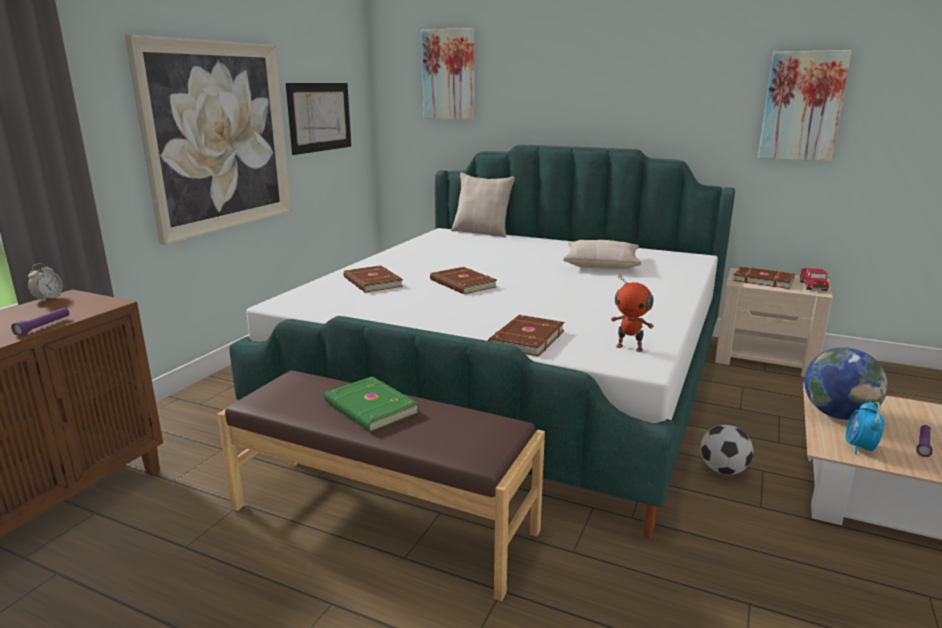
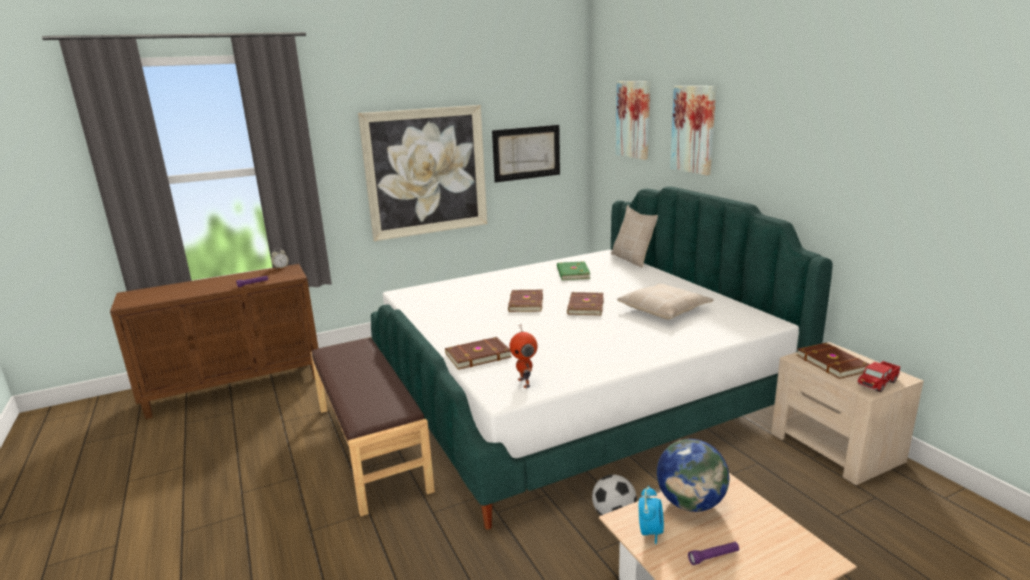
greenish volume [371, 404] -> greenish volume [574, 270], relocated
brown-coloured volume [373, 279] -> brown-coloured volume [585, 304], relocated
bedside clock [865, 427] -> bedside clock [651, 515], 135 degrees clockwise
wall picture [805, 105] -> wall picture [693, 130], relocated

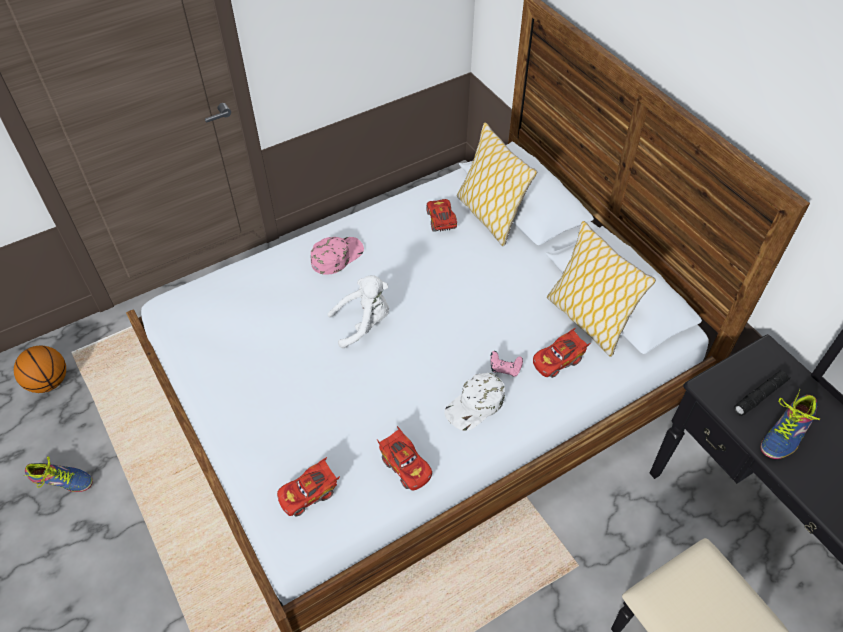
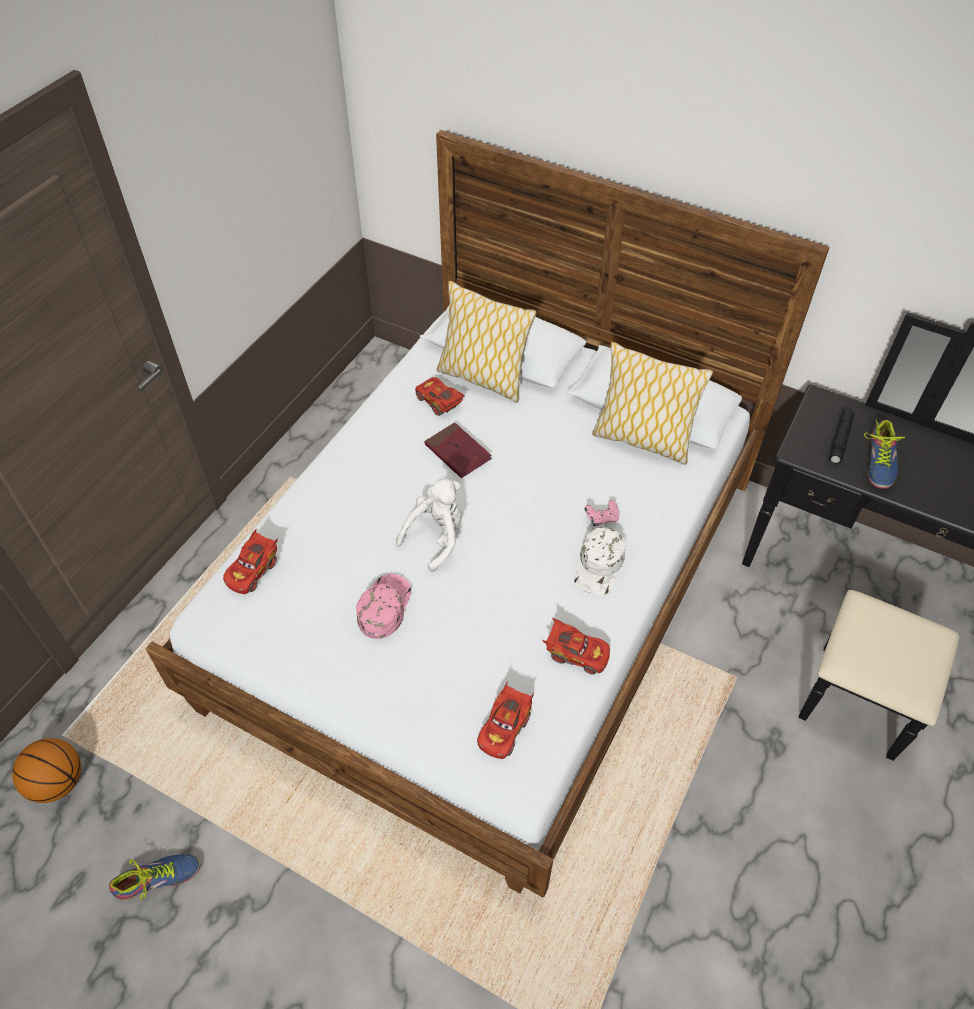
red-coloured toy car [561, 352] -> red-coloured toy car [250, 561], relocated
pink baseball cap [337, 256] -> pink baseball cap [383, 606], relocated
none -> red-coloured volume [458, 450]

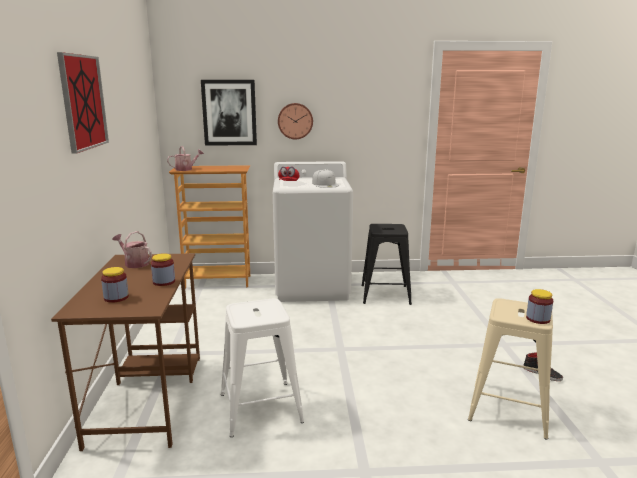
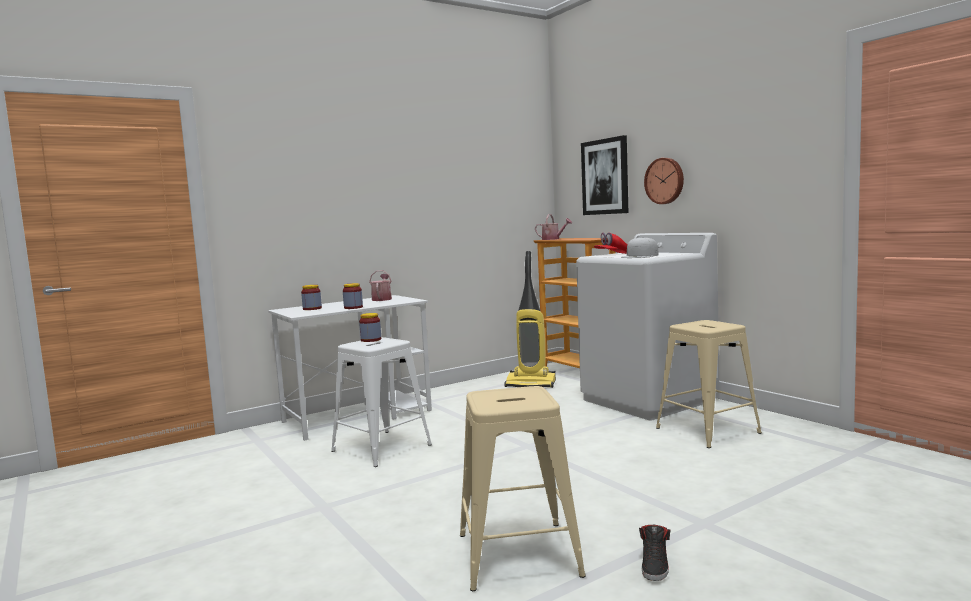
brown-coloured desk [125, 352] -> white desk [350, 368]
preserve jar [539, 306] -> preserve jar [370, 327], relocated
none -> vacuum [530, 319]
black stool seat [386, 264] -> beige-coloured stool seat [709, 384]
wall picture [83, 103] -> none

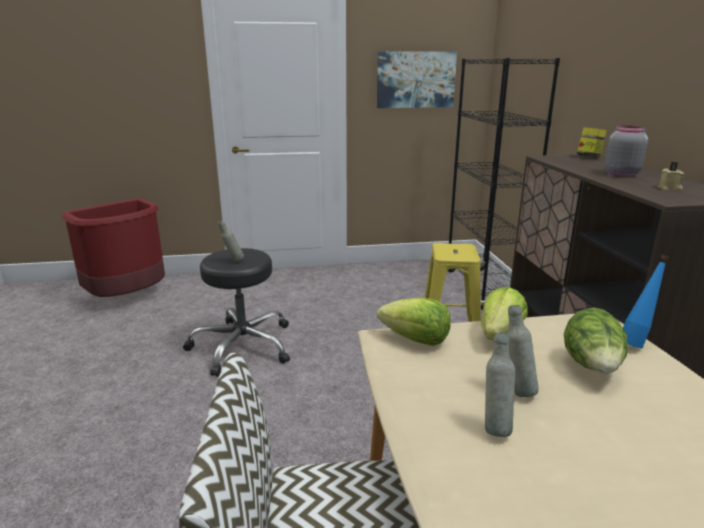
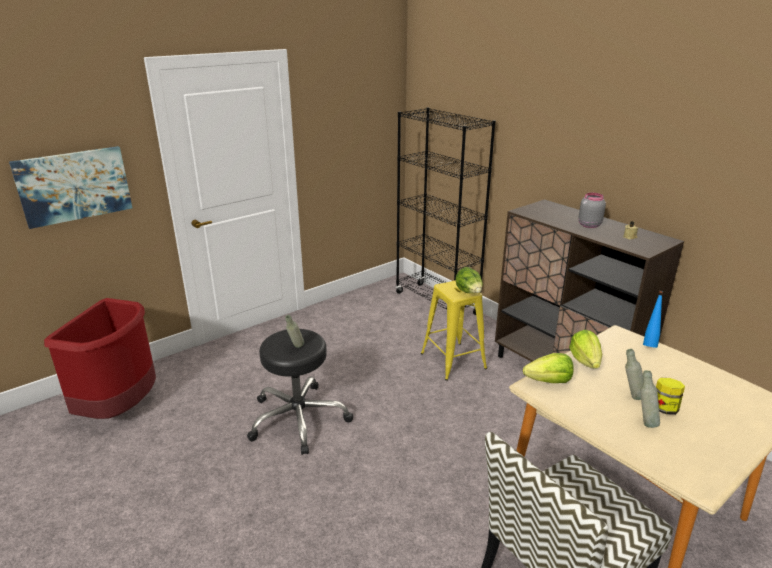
wall picture [417, 79] -> wall picture [70, 187], relocated
lettuce head [595, 340] -> lettuce head [469, 280], relocated
preserve jar [592, 142] -> preserve jar [670, 396], relocated

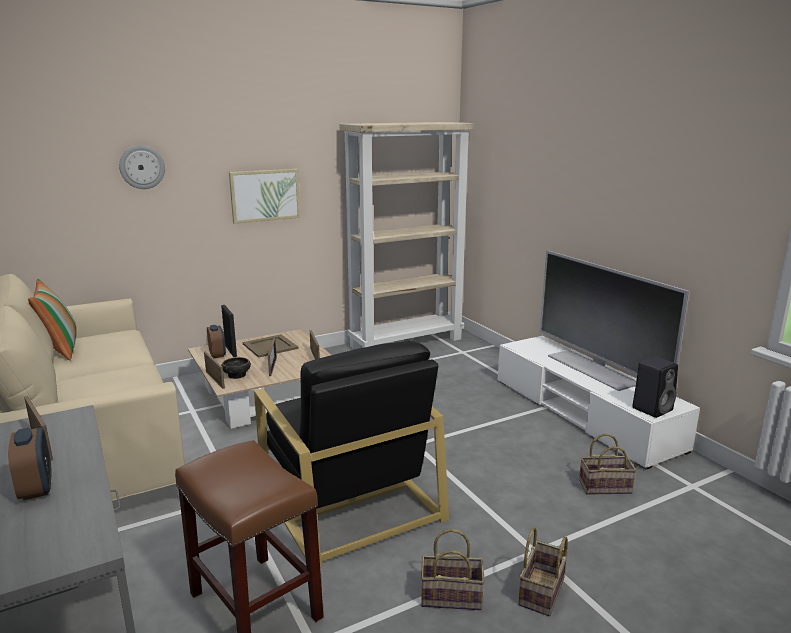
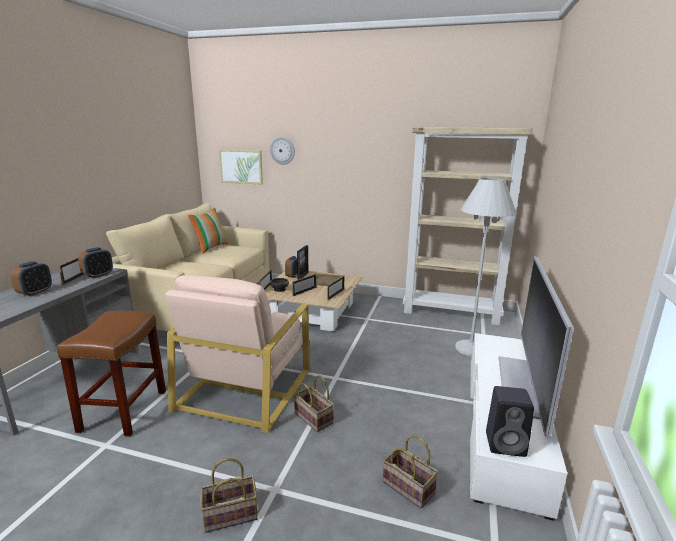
none -> bedside clock [95, 263]
black easy chair [351, 454] -> beige-coloured easy chair [237, 354]
wall picture [264, 196] -> wall picture [241, 167], relocated
basket [453, 569] -> basket [314, 403], relocated
none -> white standard lamp [486, 267]

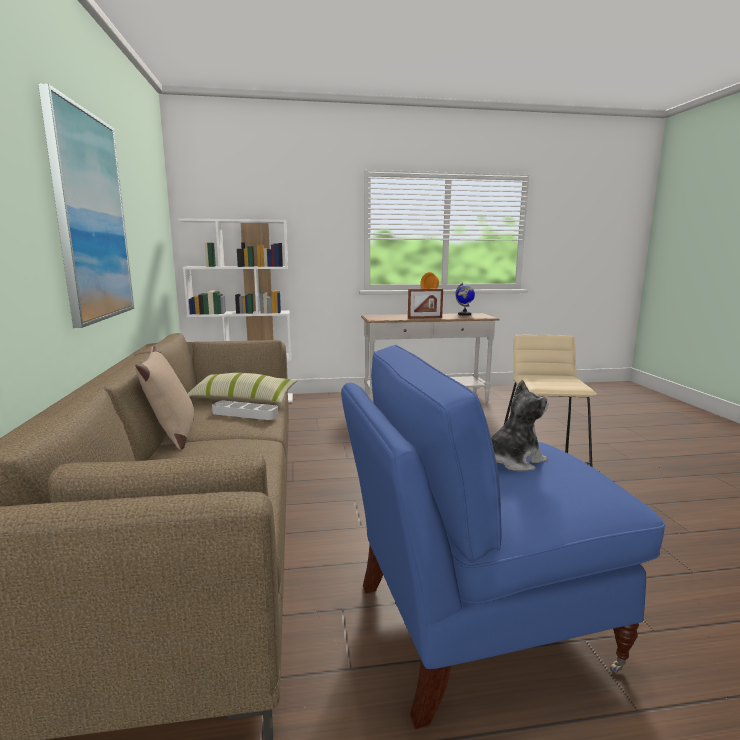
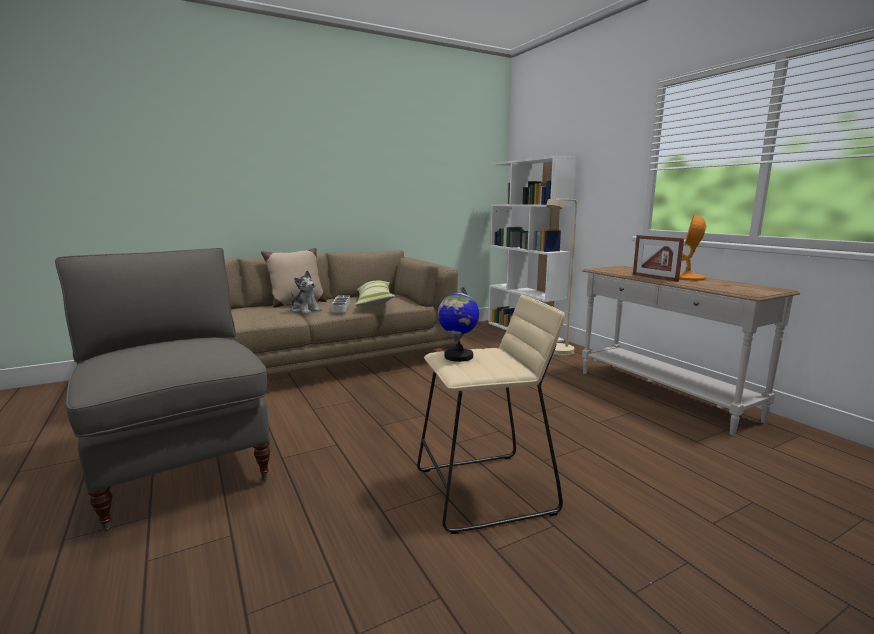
blue-coloured easy chair [503, 537] -> greyish easy chair [163, 389]
cuddly toy [520, 426] -> cuddly toy [306, 292], relocated
world globe [465, 299] -> world globe [458, 324], relocated
none -> beige-coloured standard lamp [561, 277]
wall picture [86, 205] -> none

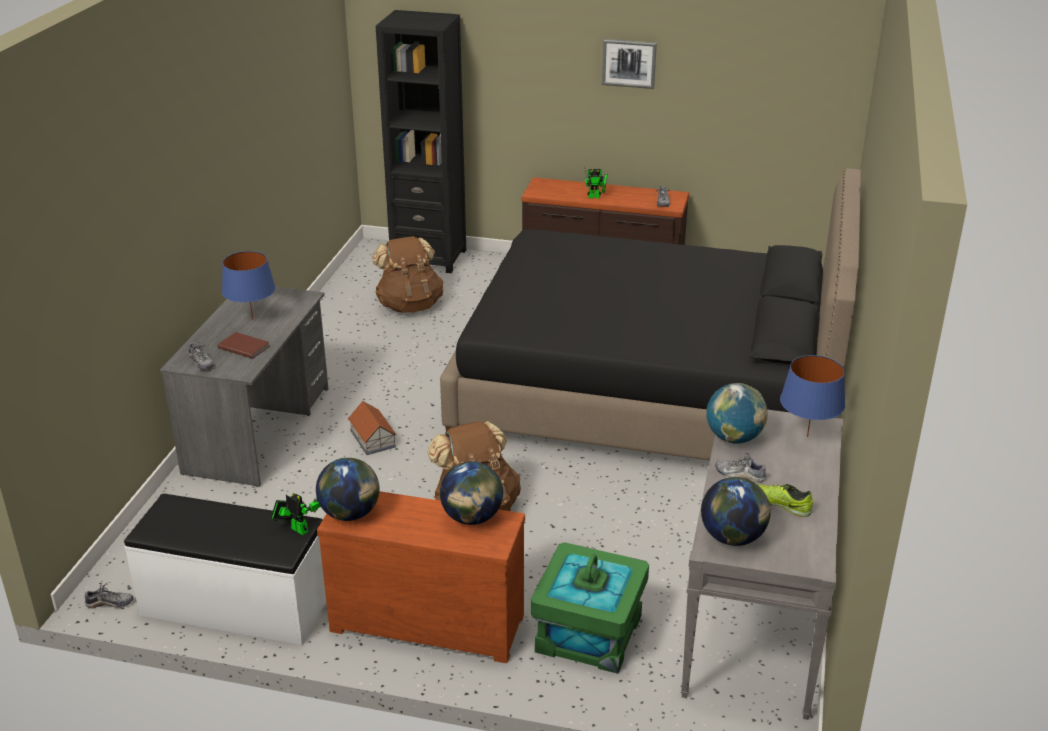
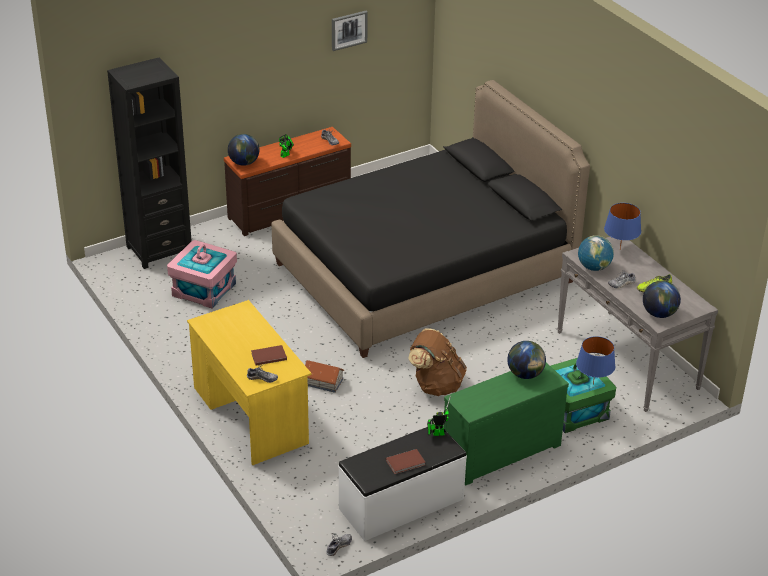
brown-coloured knapsack [408, 274] -> pink storage container [202, 274]
greyish desk [243, 387] -> yellowish desk [249, 382]
world globe [348, 489] -> world globe [243, 150], relocated
wall picture [629, 64] -> wall picture [350, 31], relocated
none -> brown-coloured volume [405, 461]
brown-coloured dresser [421, 577] -> greenish dresser [506, 423]
blue-coloured lamp for a table [249, 285] -> blue-coloured lamp for a table [595, 360], relocated

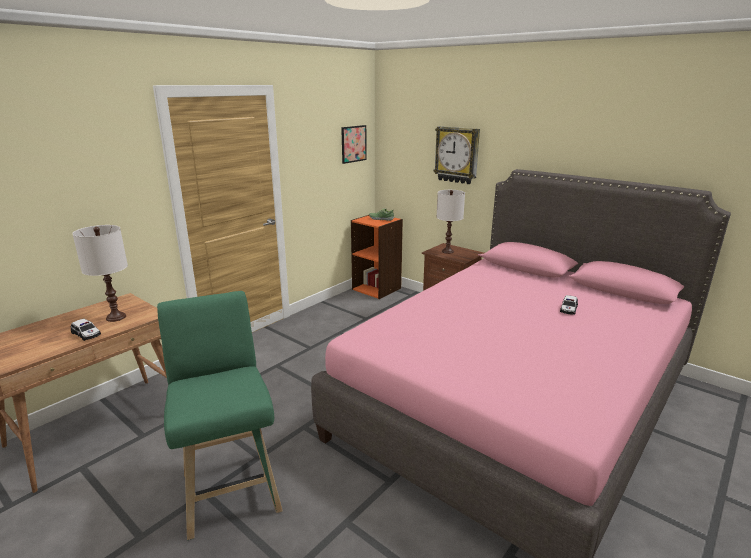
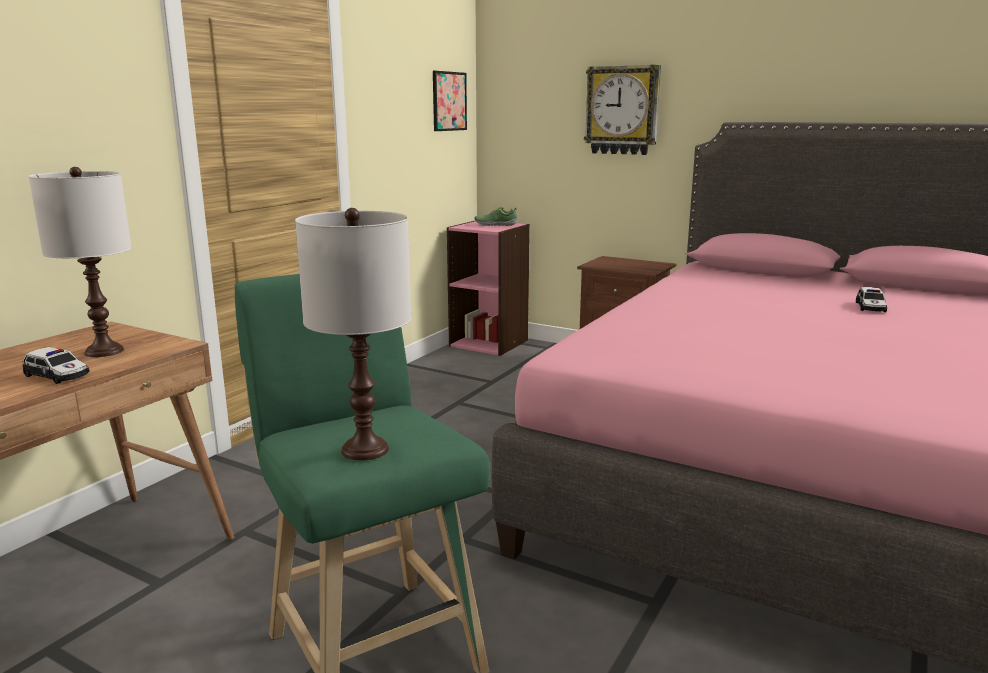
white lamp for a table [450, 222] -> white lamp for a table [353, 334], relocated
orange-coloured bookshelf [377, 257] -> pink bookshelf [488, 288]

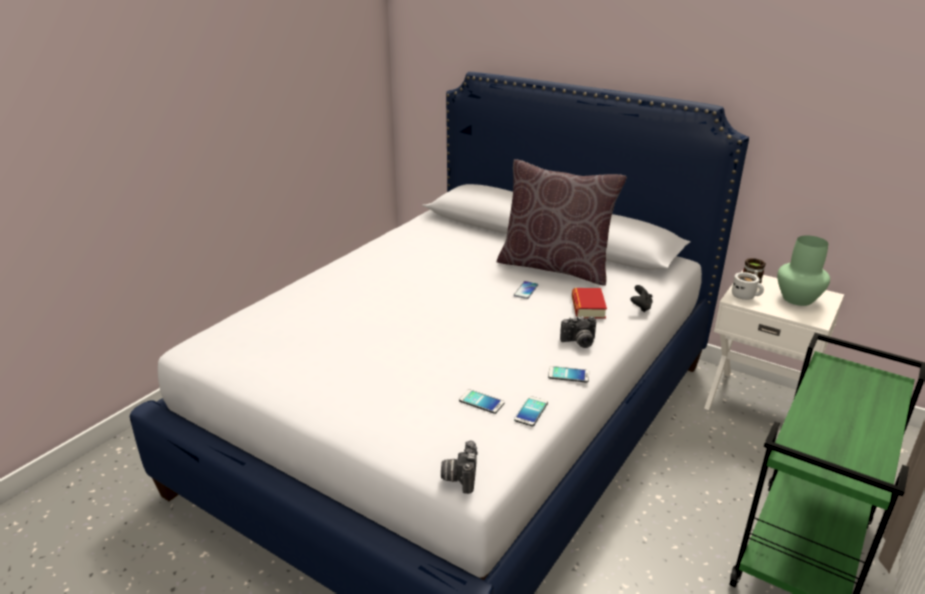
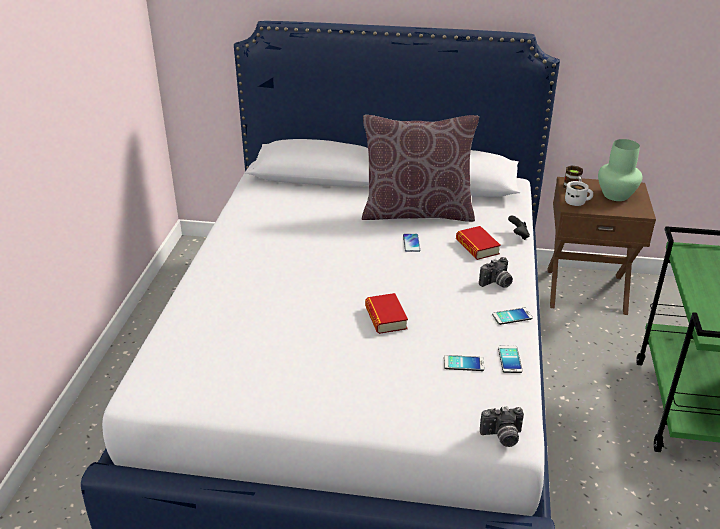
none -> volume [386, 313]
still camera [459, 467] -> still camera [502, 426], 75 degrees counterclockwise
white nightstand [774, 340] -> brown-coloured nightstand [601, 246]

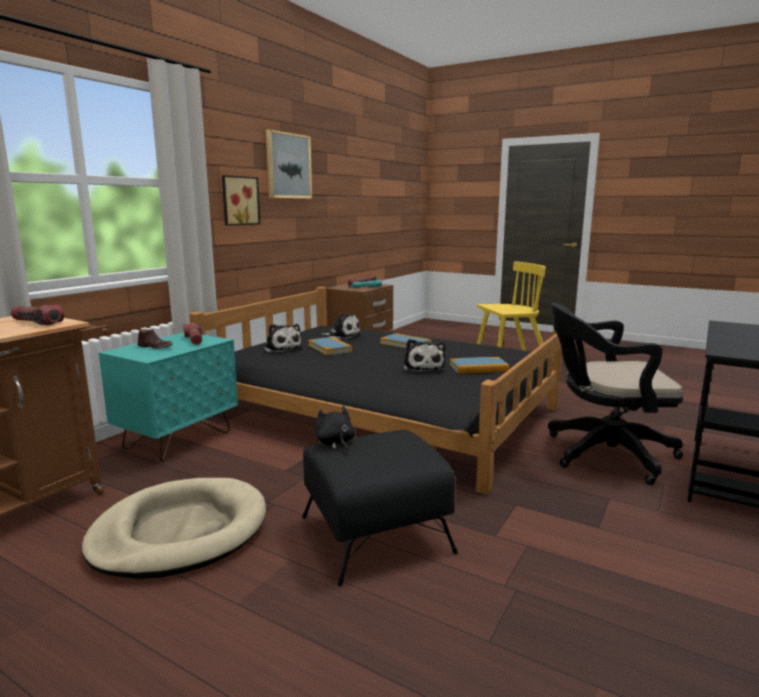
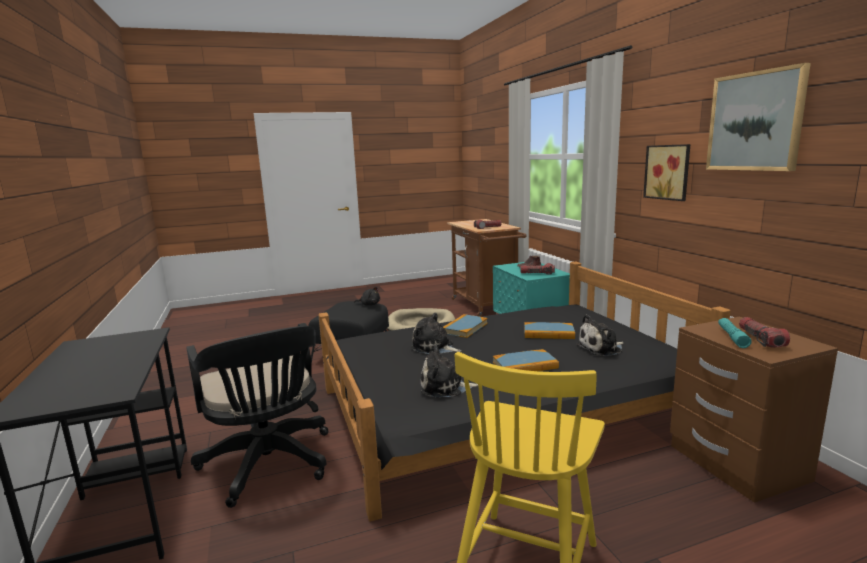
black computer chair [615, 394] -> black computer chair [257, 415], 105 degrees clockwise
cuddly toy [282, 338] -> cuddly toy [449, 371], relocated
volume [479, 365] -> volume [465, 326], relocated

